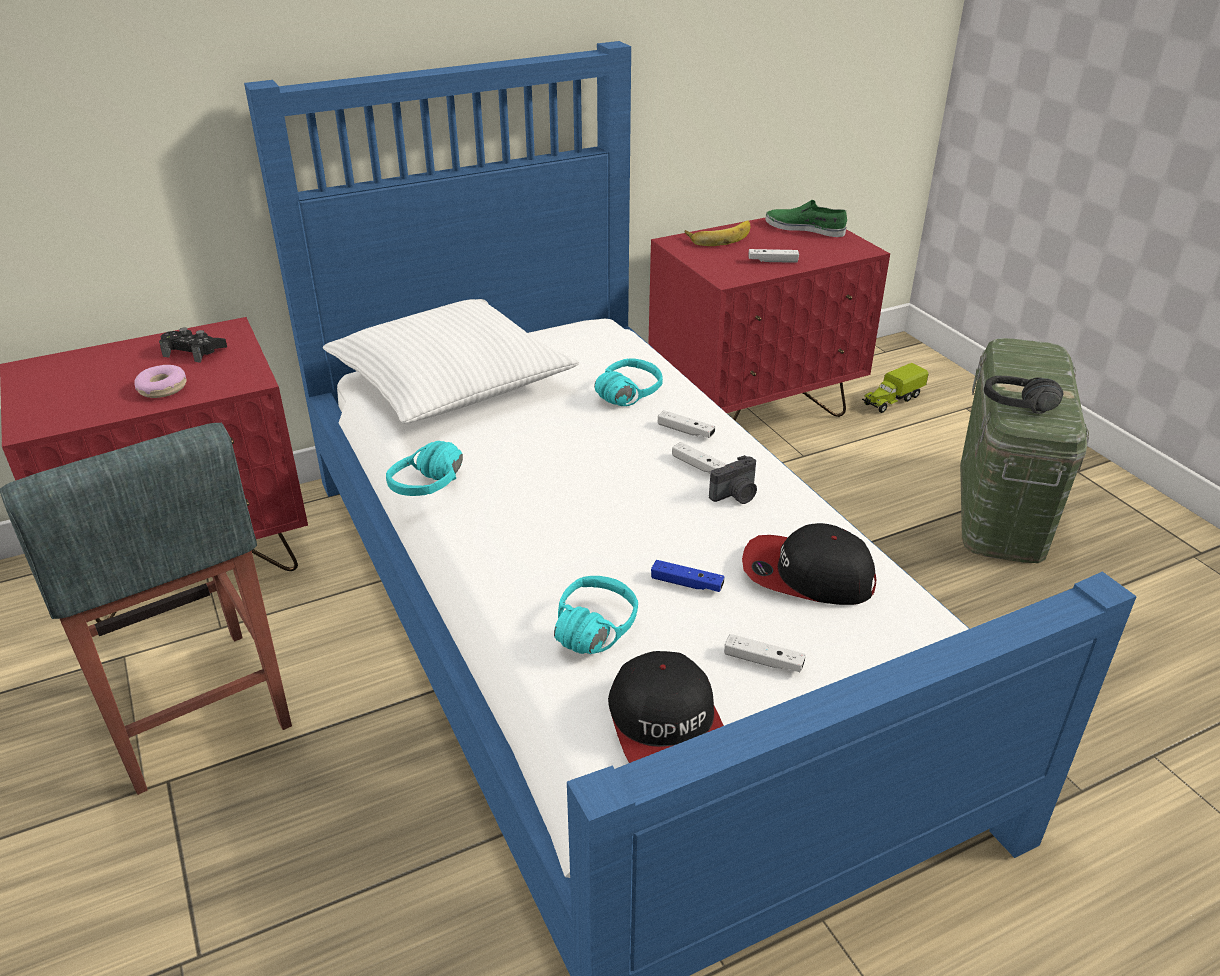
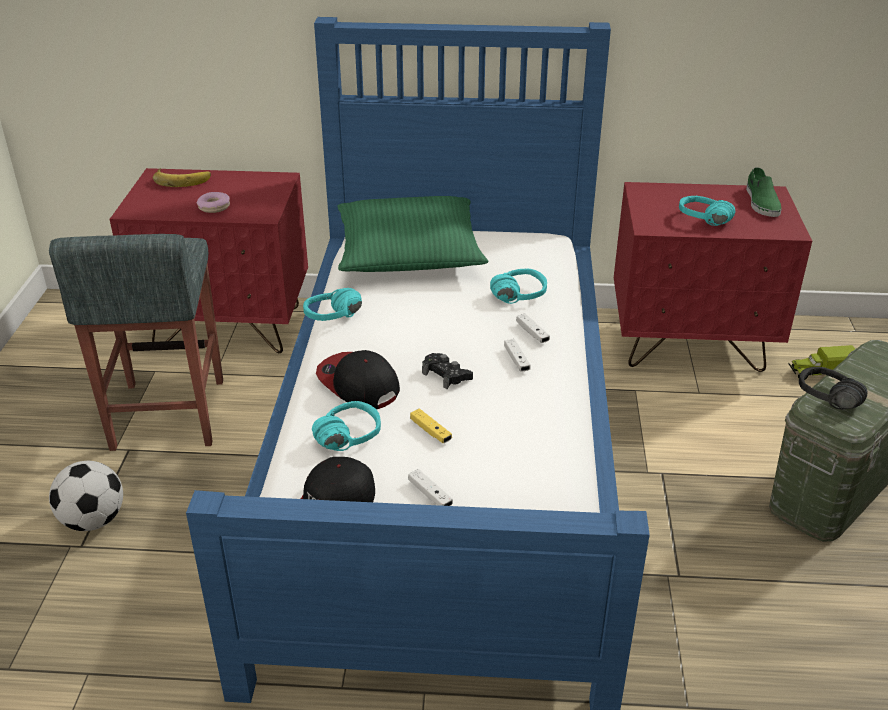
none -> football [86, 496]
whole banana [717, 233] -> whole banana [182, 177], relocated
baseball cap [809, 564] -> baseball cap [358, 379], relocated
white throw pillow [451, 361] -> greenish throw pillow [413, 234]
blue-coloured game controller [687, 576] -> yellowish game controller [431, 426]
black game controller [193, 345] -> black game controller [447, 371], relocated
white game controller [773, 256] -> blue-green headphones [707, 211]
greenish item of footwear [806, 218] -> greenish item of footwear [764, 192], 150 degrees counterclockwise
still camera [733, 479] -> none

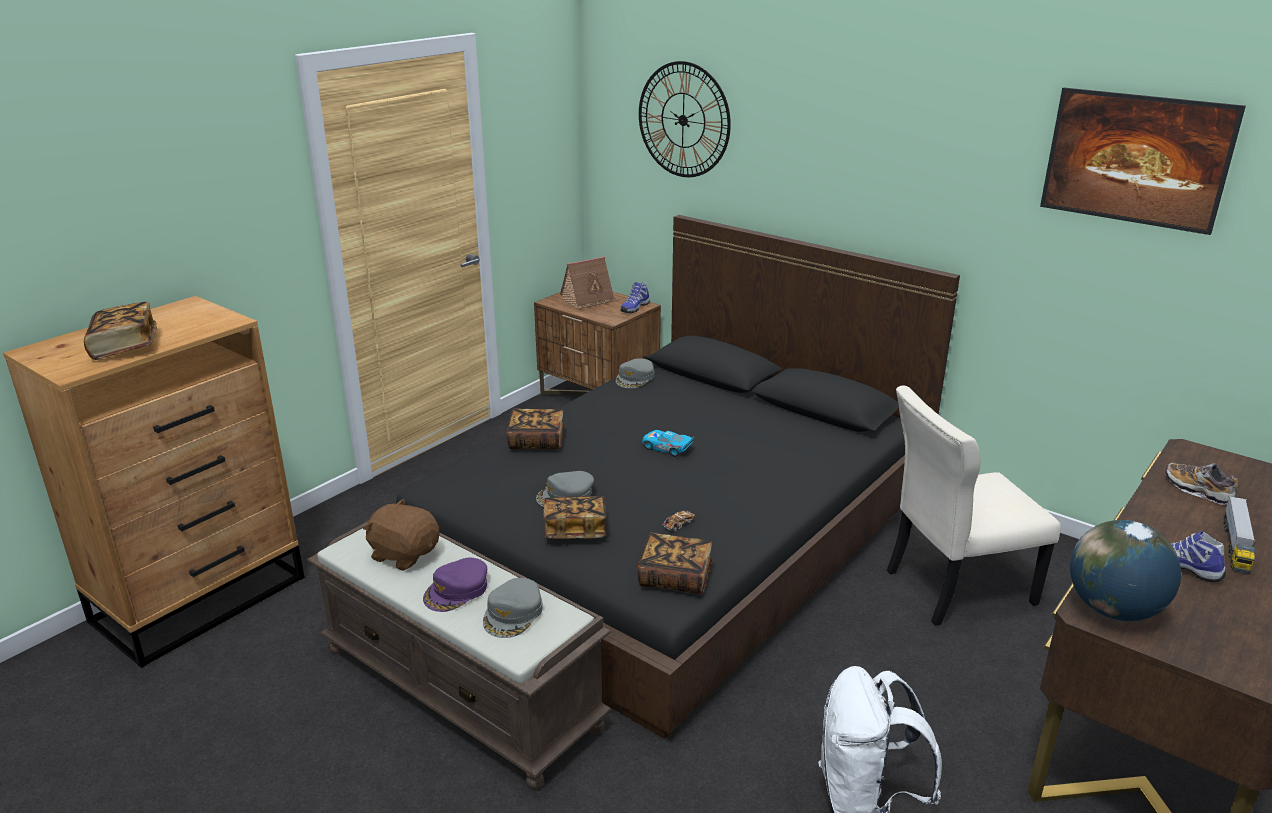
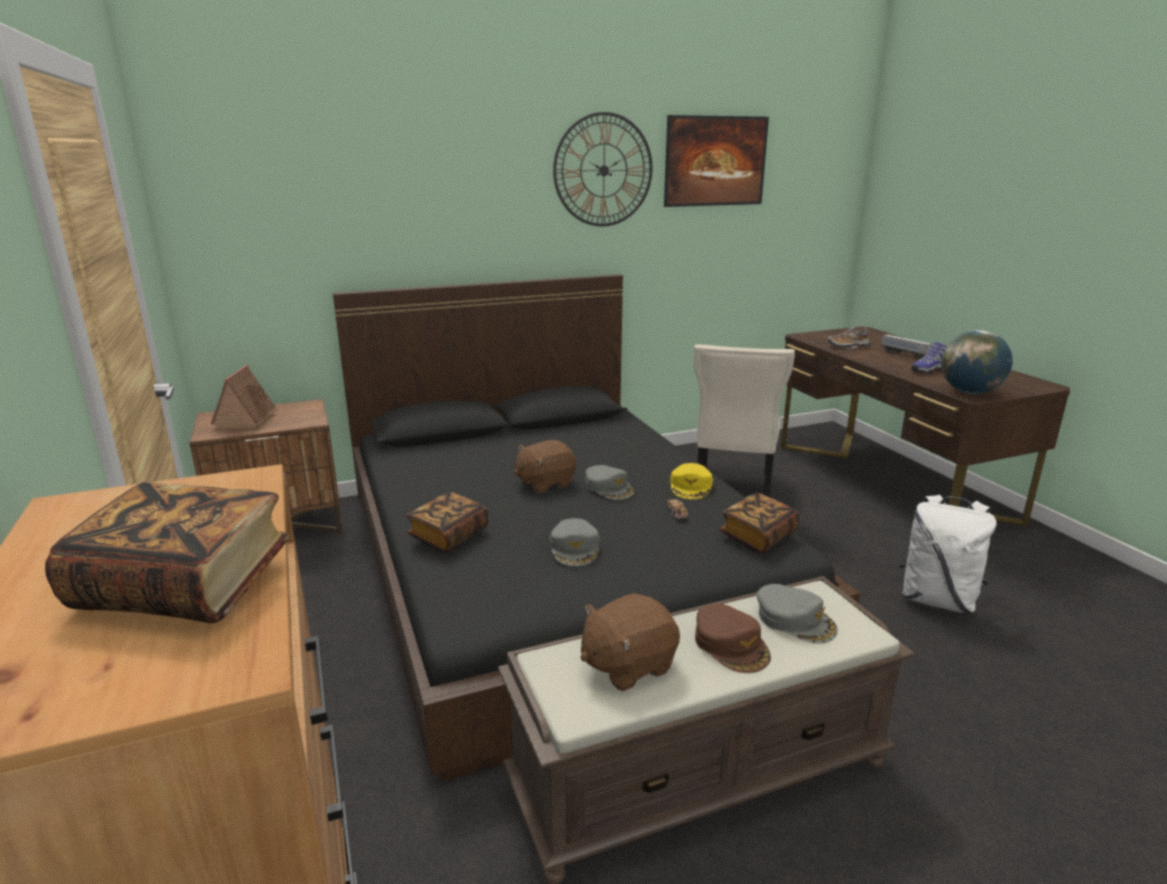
toy car [668, 443] -> brown-coloured cuddly toy [545, 466]
wall clock [685, 119] -> wall clock [602, 169], relocated
greyish baseball cap [635, 373] -> greyish baseball cap [609, 482], relocated
none -> yellowish baseball cap [691, 481]
purple baseball cap [455, 585] -> brown-coloured baseball cap [733, 638]
volume [574, 517] -> none
item of footwear [635, 297] -> none

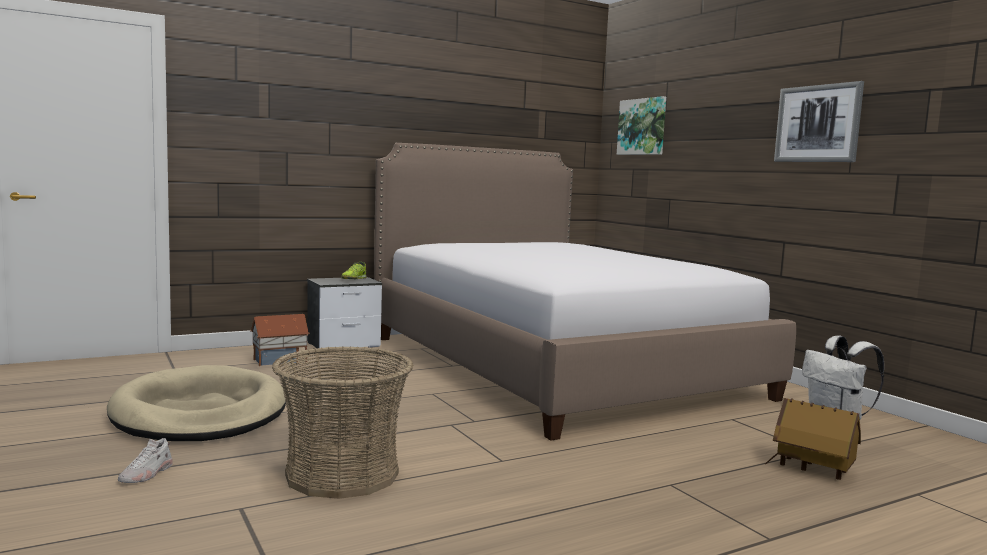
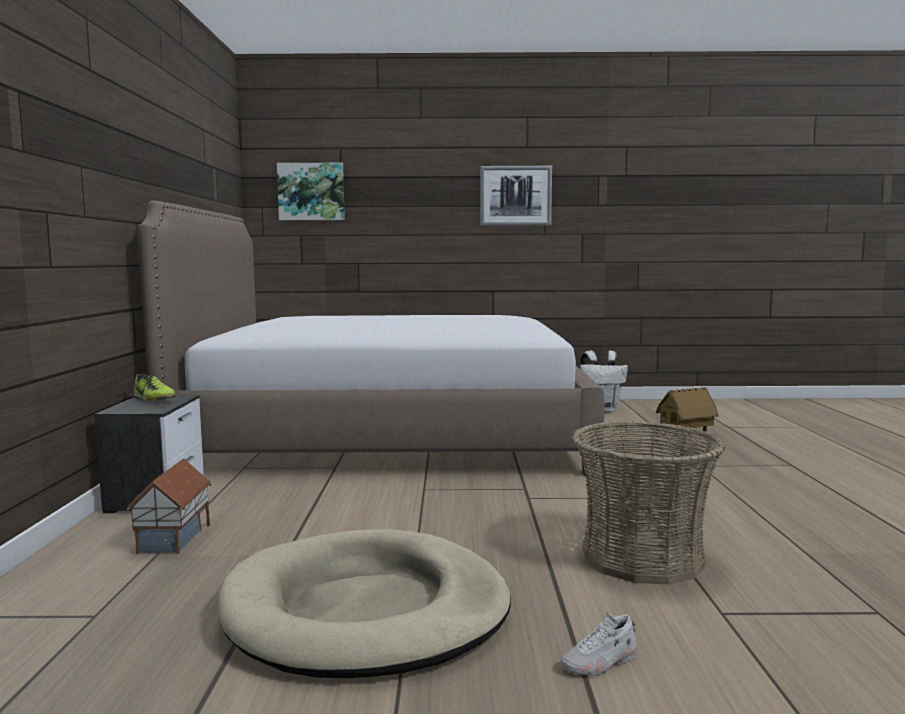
white item of footwear [145, 460] -> white item of footwear [598, 644], 105 degrees clockwise

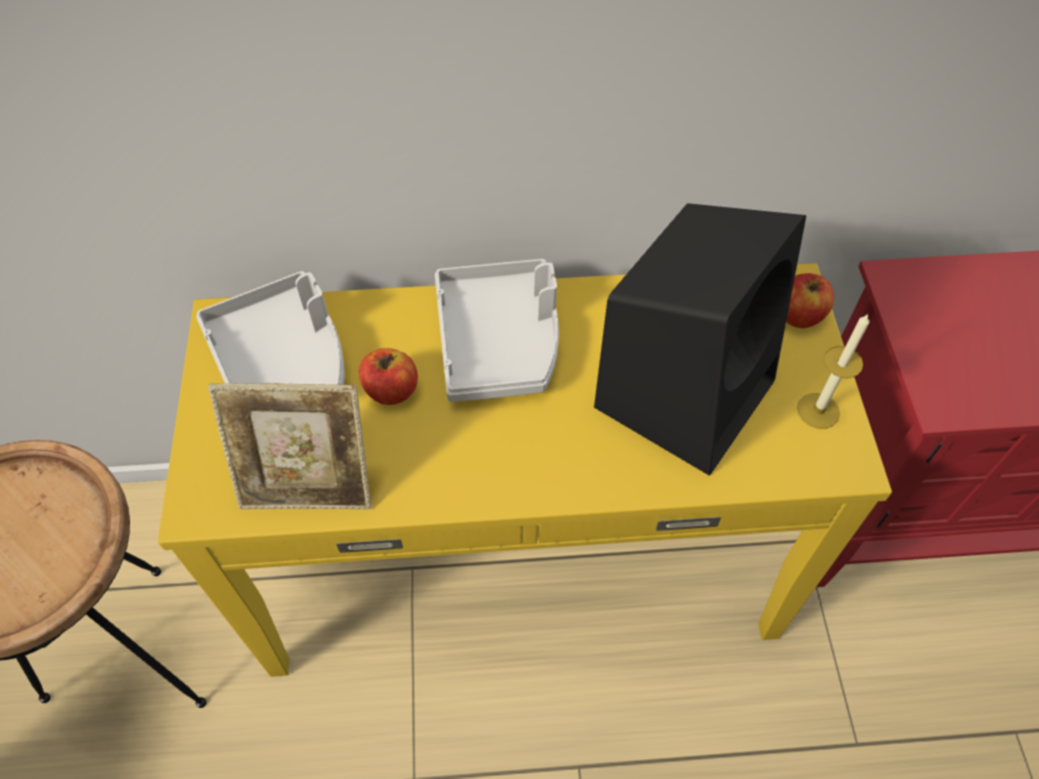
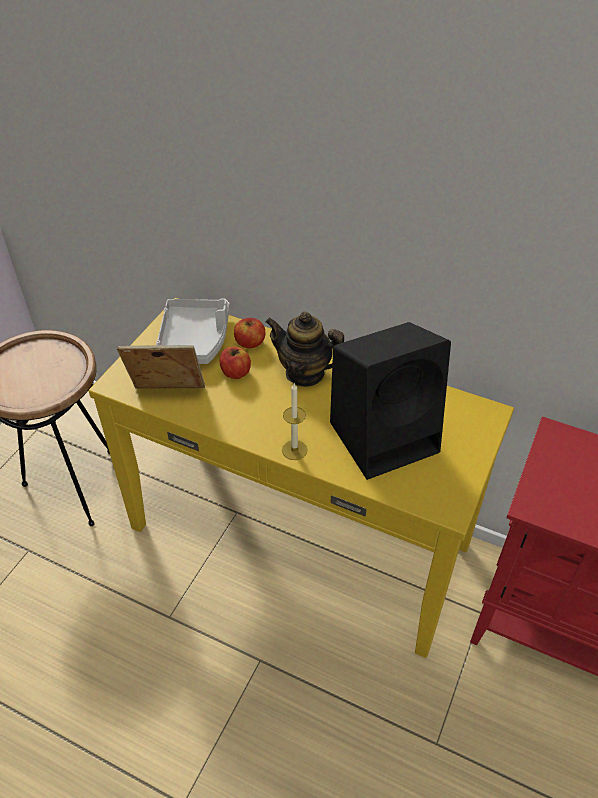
photo frame [289, 446] -> photo frame [160, 367], 150 degrees clockwise
whole apple [810, 300] -> whole apple [249, 333], relocated
greyish tray [497, 330] -> tea pot [304, 349]
candle [833, 371] -> candle [295, 421], relocated

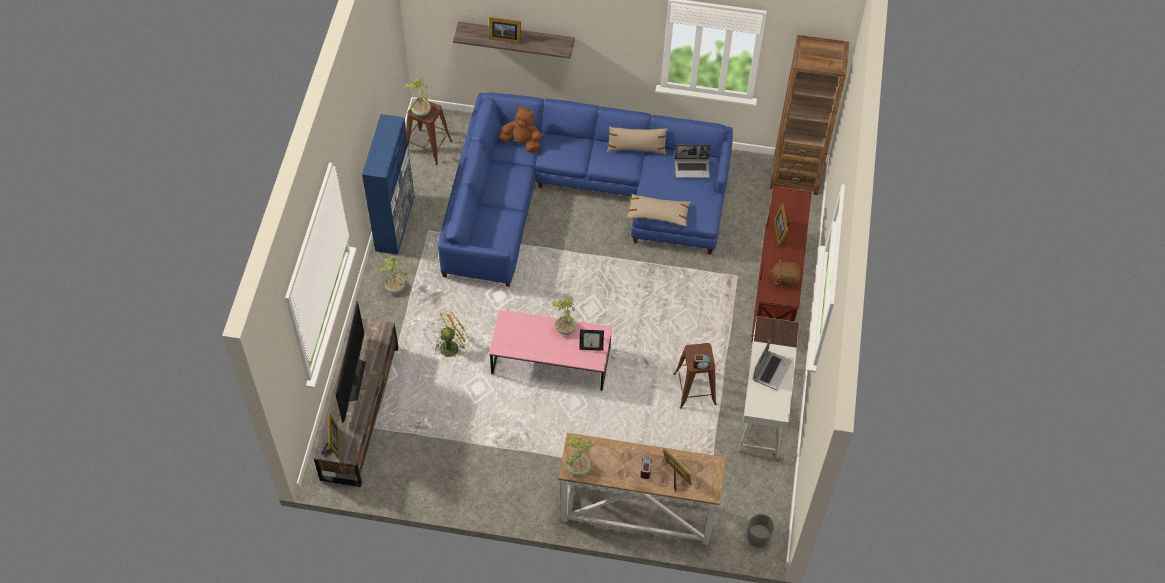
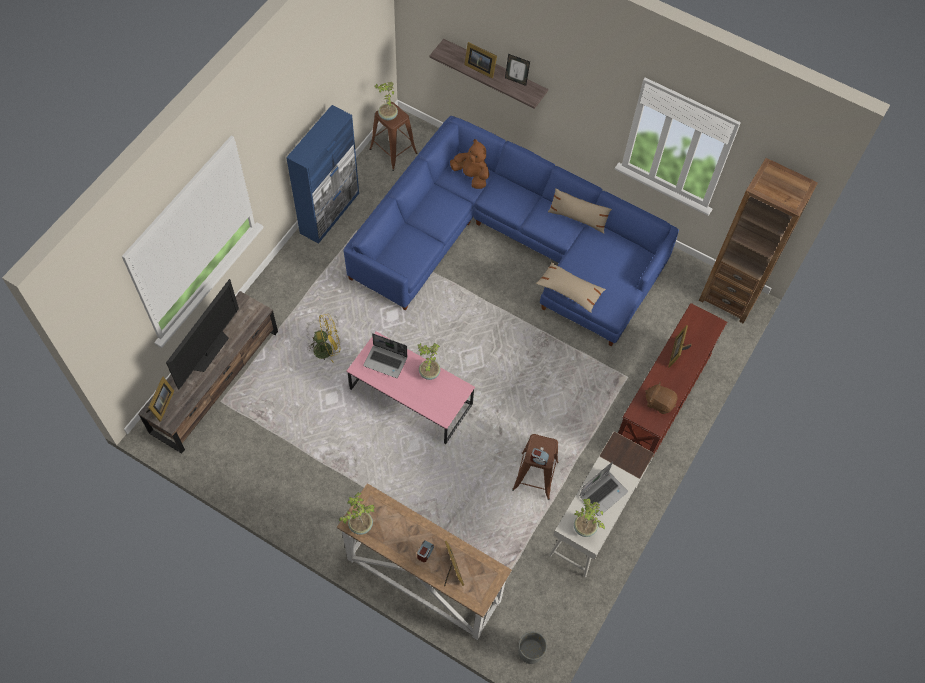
laptop [692, 161] -> laptop [385, 355], relocated
photo frame [591, 340] -> photo frame [517, 70], relocated
houseplant [393, 275] -> houseplant [589, 517], relocated

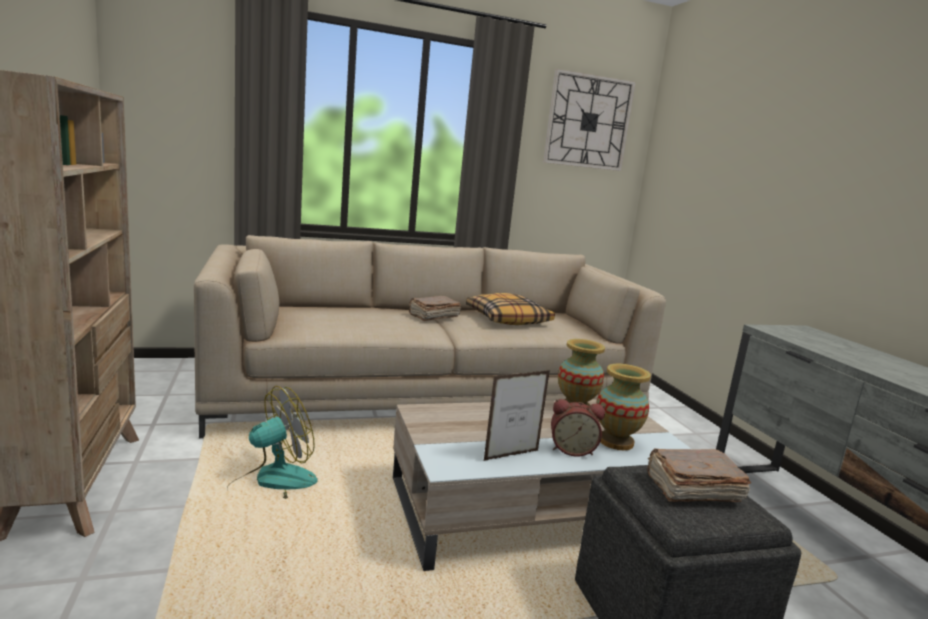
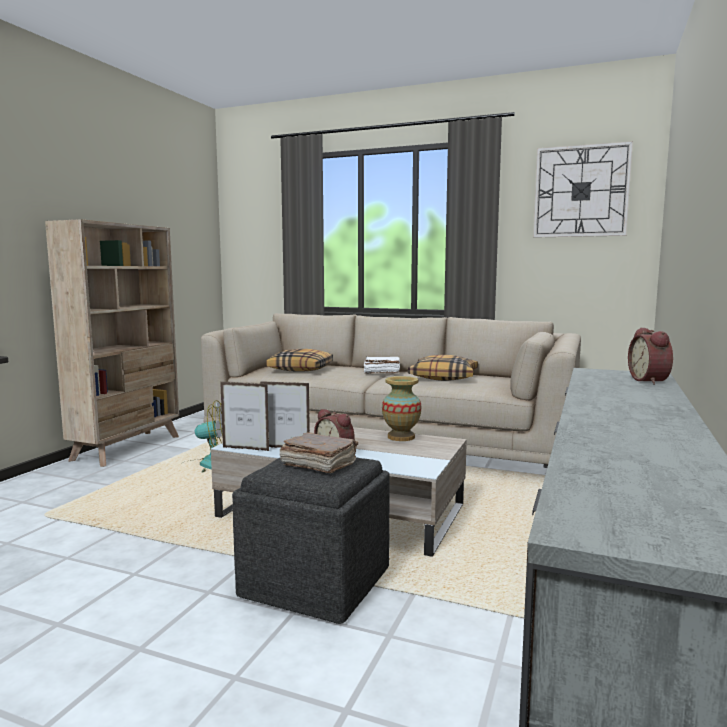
none -> photo frame [244, 416]
none -> throw pillow [300, 360]
brown-coloured volume [435, 308] -> white volume [381, 365]
none -> bedside clock [650, 356]
flower vase [624, 407] -> none

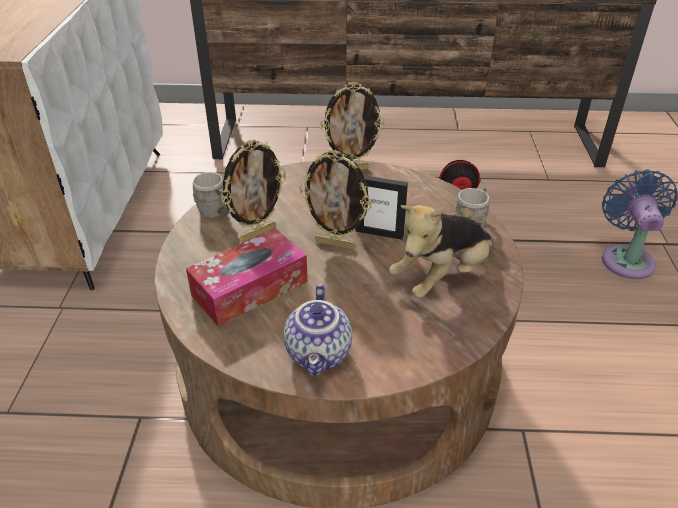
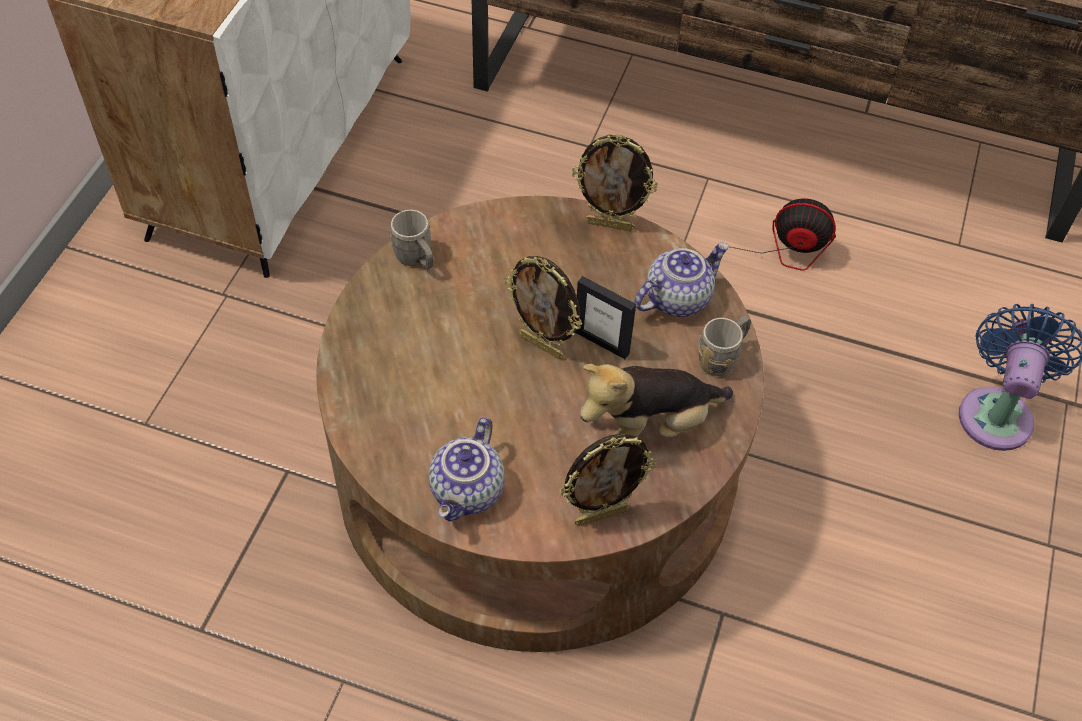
photo frame [253, 190] -> photo frame [608, 480], relocated
none -> tea pot [681, 279]
box of tissues [247, 278] -> none

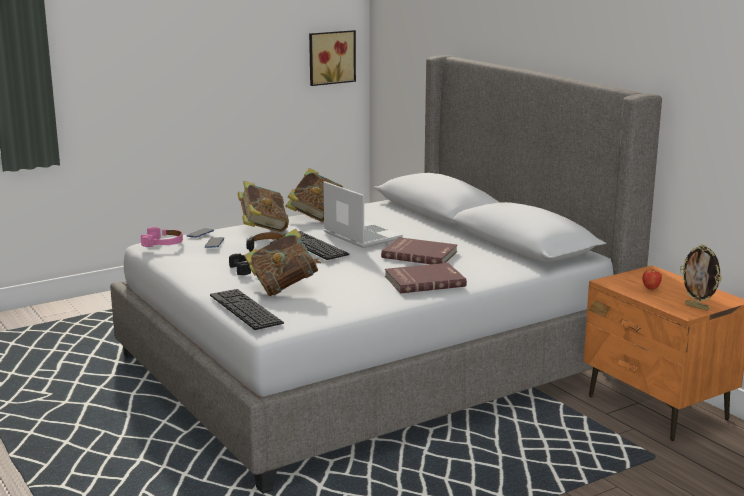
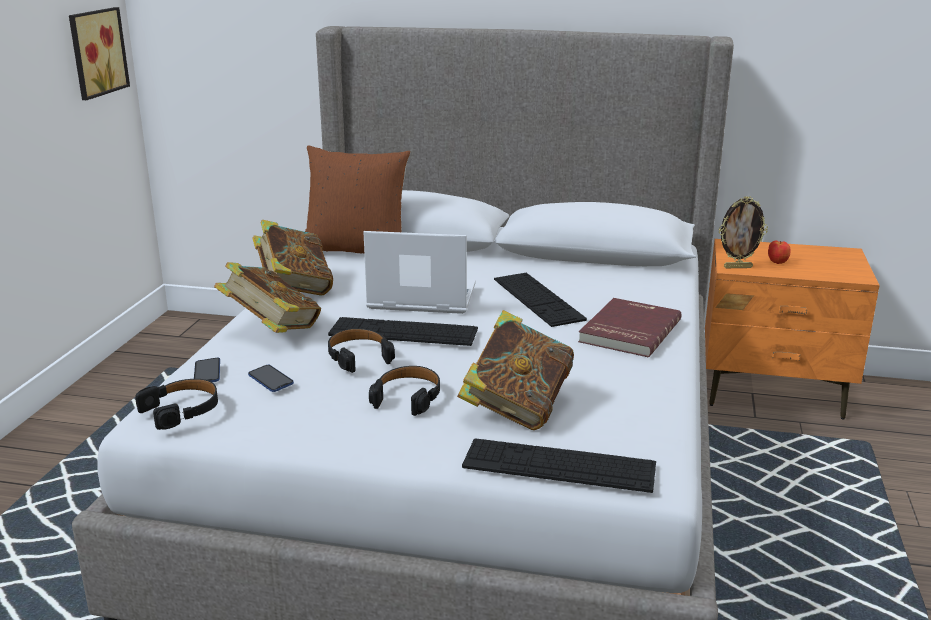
pink headphones [162, 237] -> black headphones [176, 404]
none -> brown-coloured throw pillow [357, 199]
red-coloured volume [419, 250] -> keyboard [540, 300]
photo frame [701, 277] -> photo frame [743, 232], relocated

